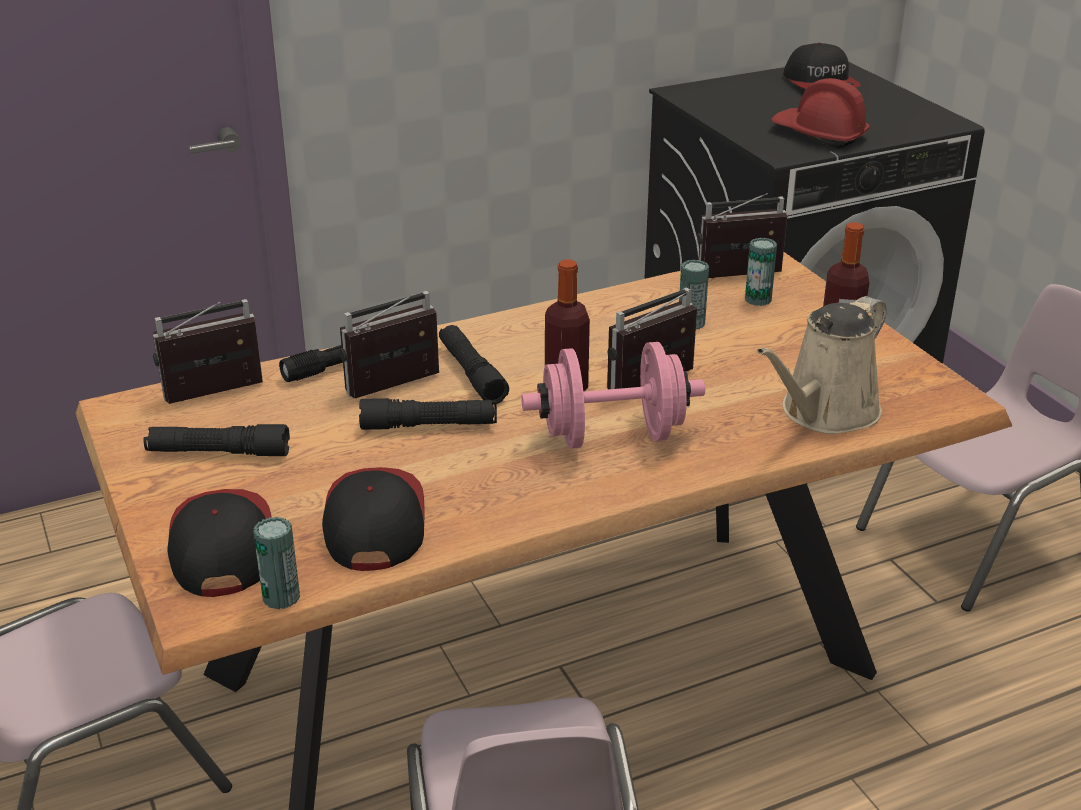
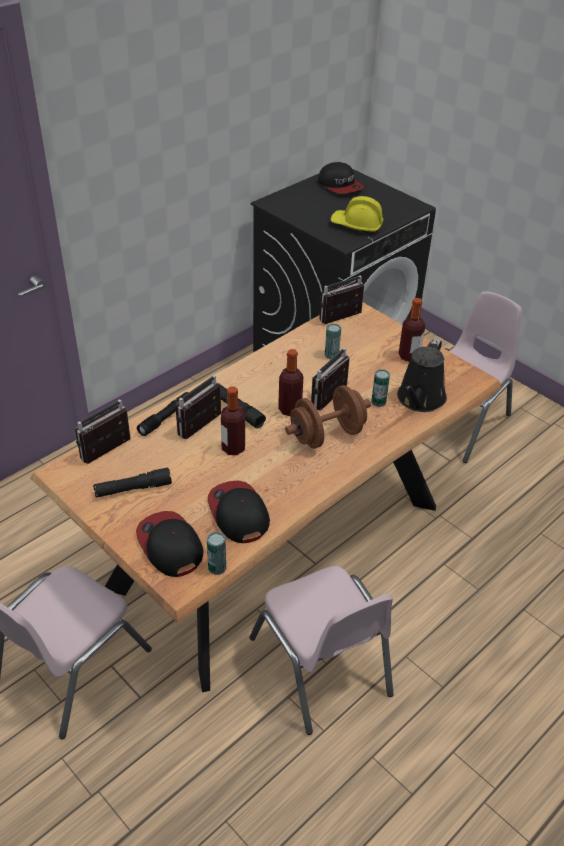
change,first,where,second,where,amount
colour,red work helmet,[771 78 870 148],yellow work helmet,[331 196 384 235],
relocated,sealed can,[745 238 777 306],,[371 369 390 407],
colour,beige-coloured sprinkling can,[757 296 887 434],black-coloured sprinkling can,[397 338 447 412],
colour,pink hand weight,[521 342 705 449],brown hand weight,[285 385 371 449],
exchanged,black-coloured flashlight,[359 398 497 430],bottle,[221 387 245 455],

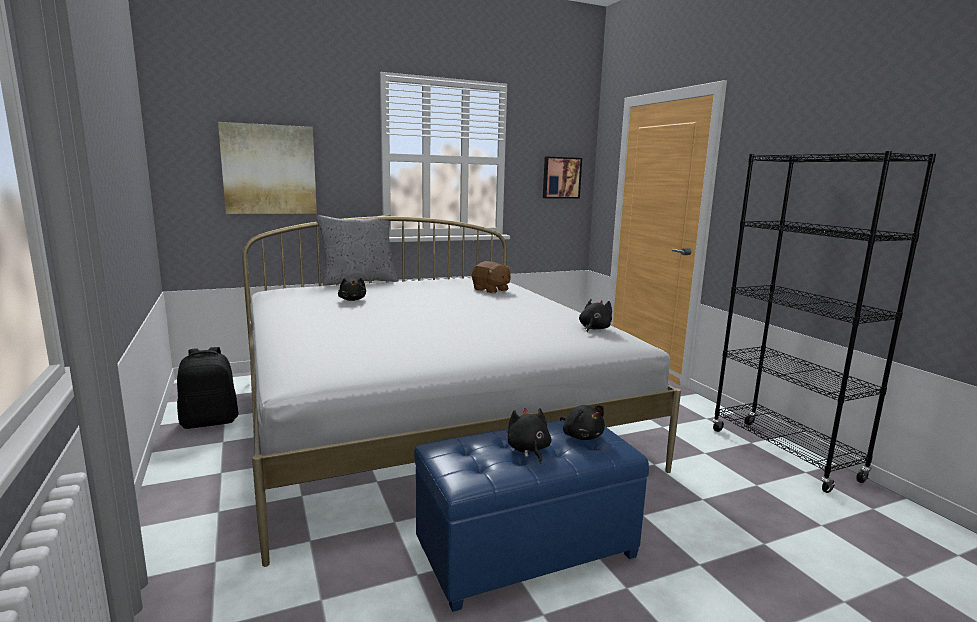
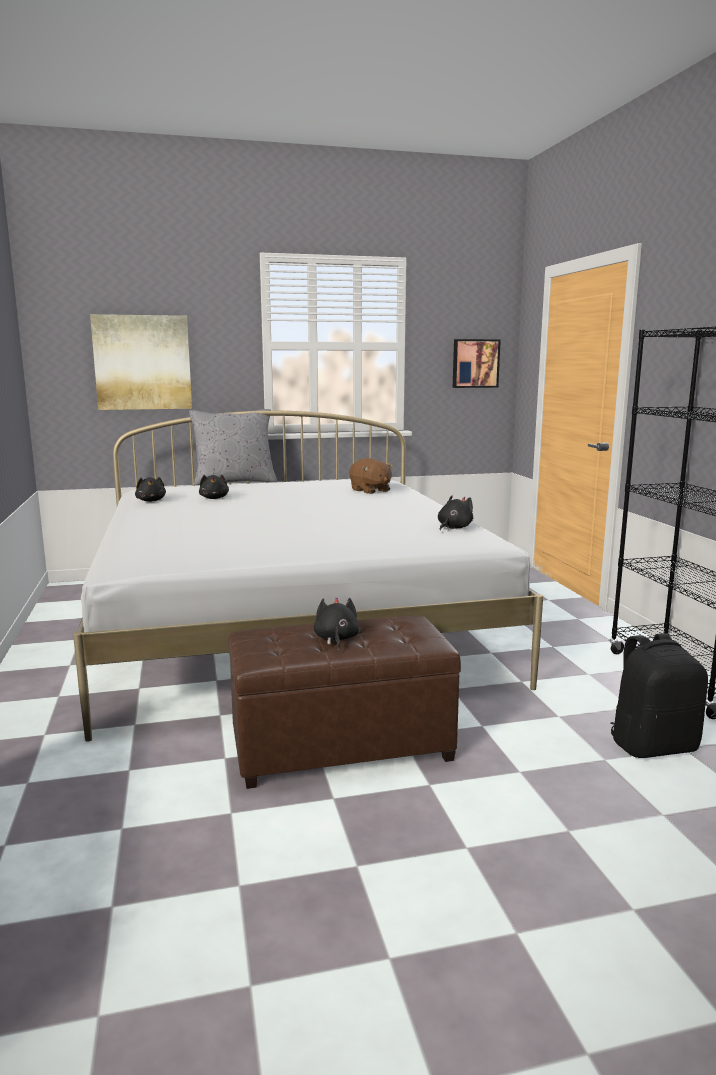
change,first,where,second,where,amount
relocated,black-coloured knapsack,[177 347 239 429],,[611 633 708 758],
relocated,black-coloured cuddly toy,[560 405 605 440],,[135 477 166 502],
colour,bluish ottoman,[414 420 649 612],brown ottoman,[228 616 461 789],

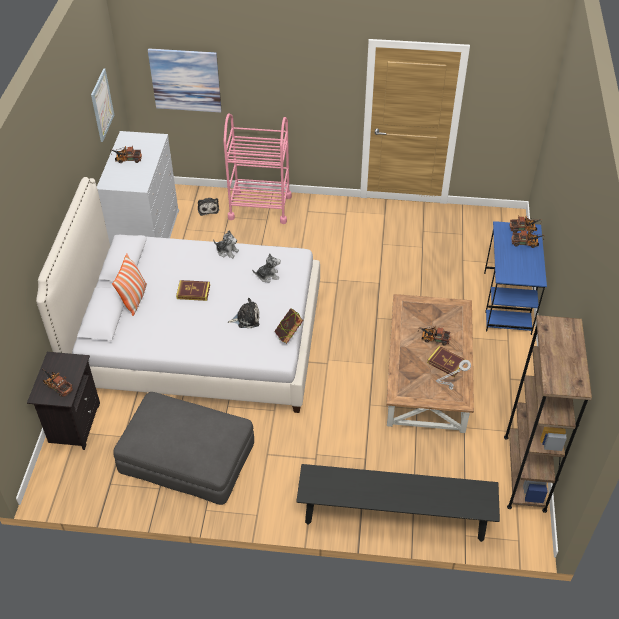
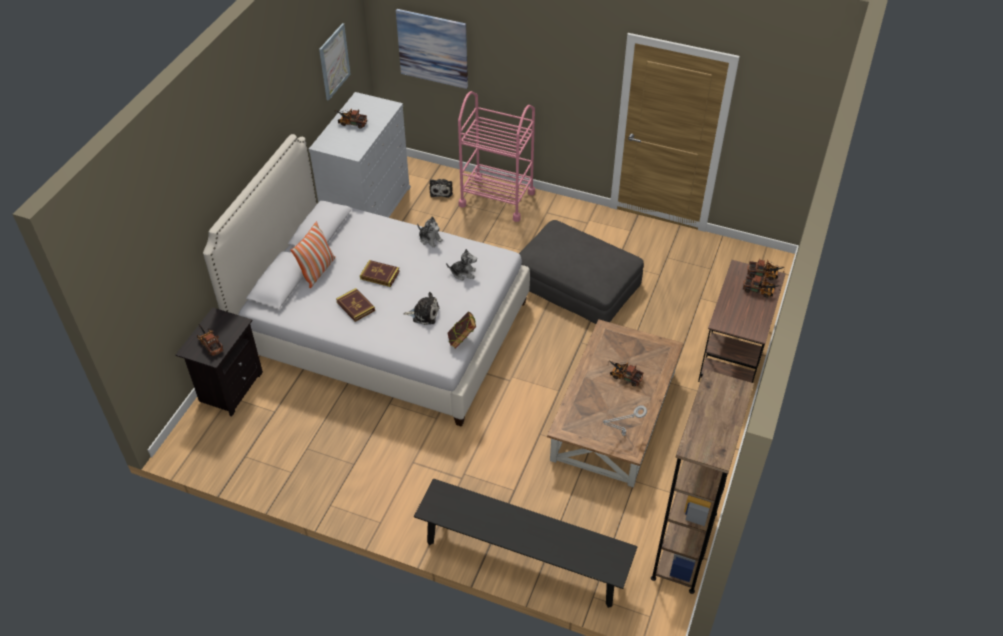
change,first,where,second,where,amount
colour,bluish desk,[484 221 547 335],brown desk,[698 260 786 383],
relocated,book,[427 346 465 377],,[336 288 375 322],
relocated,grey ottoman,[113 392 254 505],,[519 220 644 324],

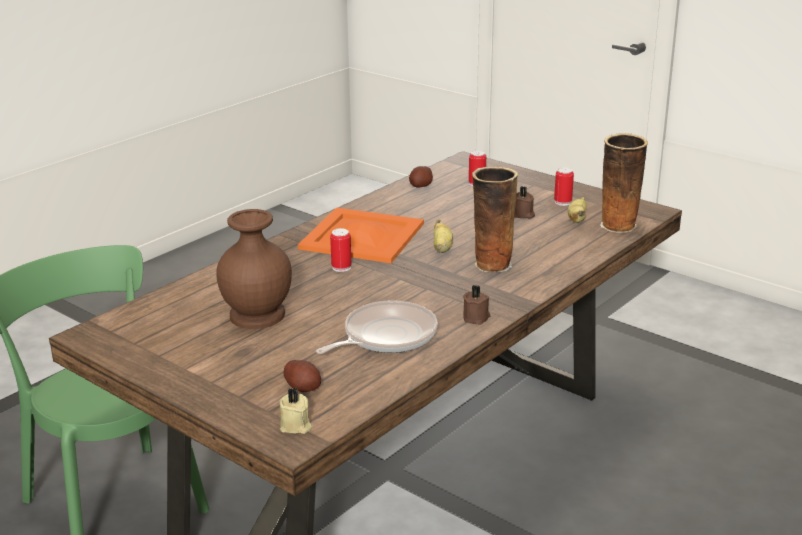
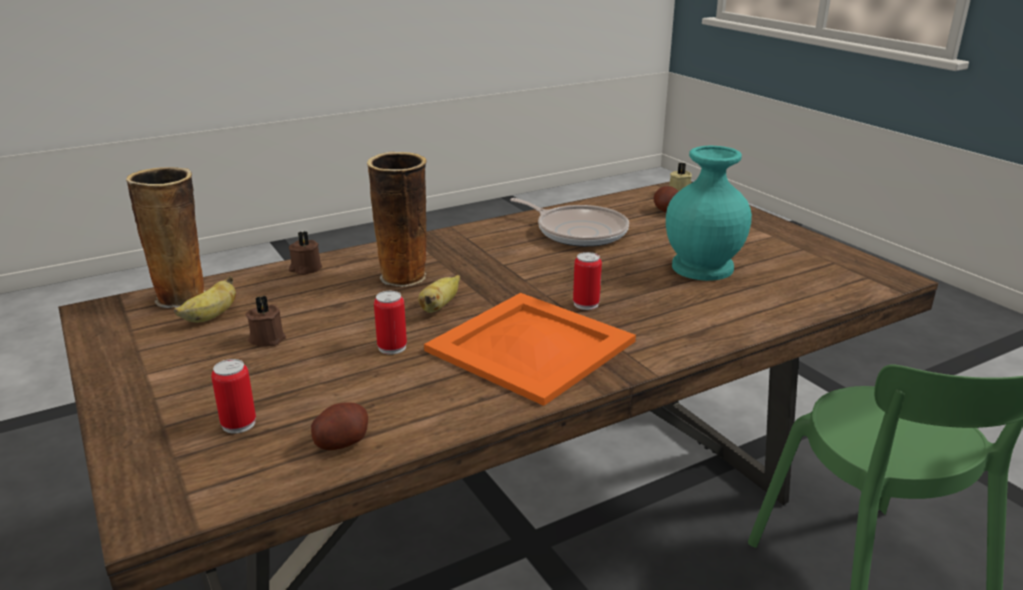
change,first,where,second,where,amount
relocated,sealed can,[554 167 574 206],,[374 291 407 355],
colour,brown vase,[216 209 292 329],turquoise vase,[666 145 752 281],
relocated,brown wax light,[463 285 491 325],,[289 231 322 275],
spun,frying pan,[316 300 438 354],,[510 198 629 247],120 degrees counterclockwise

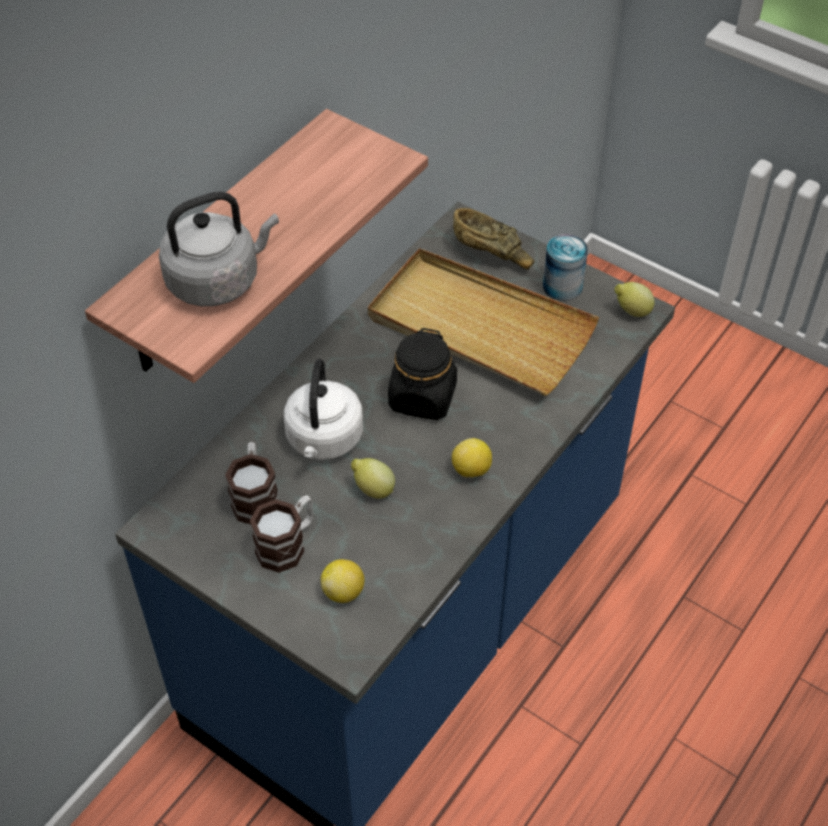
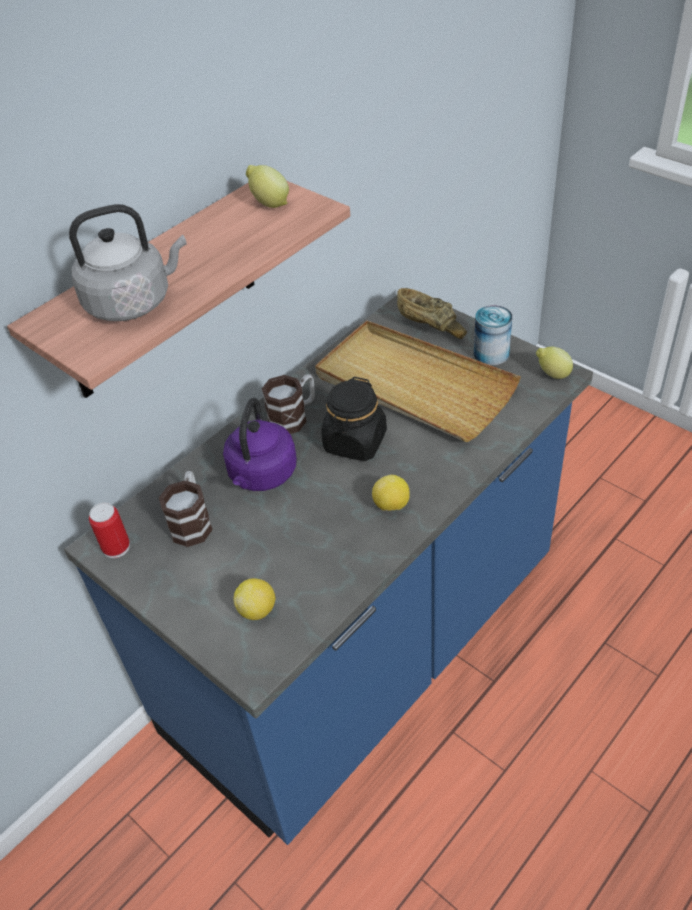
change,first,where,second,where,amount
colour,white tea kettle,[284 359 363 460],purple tea kettle,[223 398 297 491],
relocated,citrus fruit,[351 458 395 499],,[246 165 289 208],
relocated,mug,[250 495 313 573],,[262 374 315 434],
appeared,,,sealed can,[89 503 130 558],

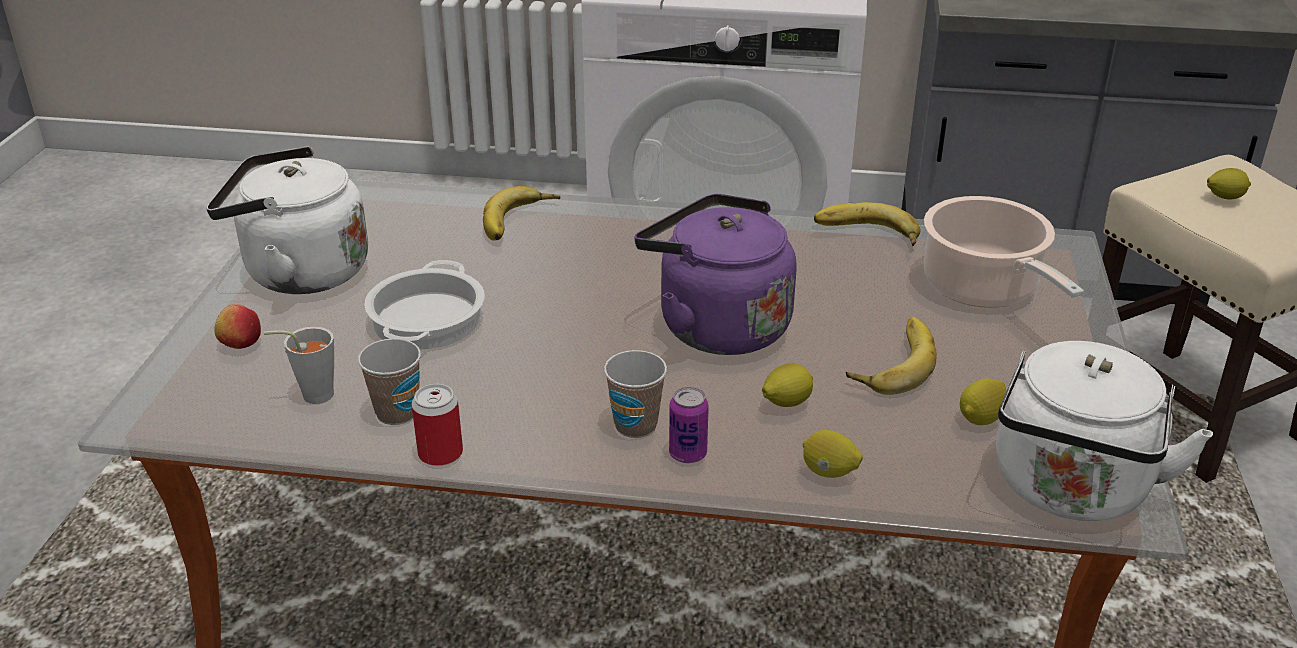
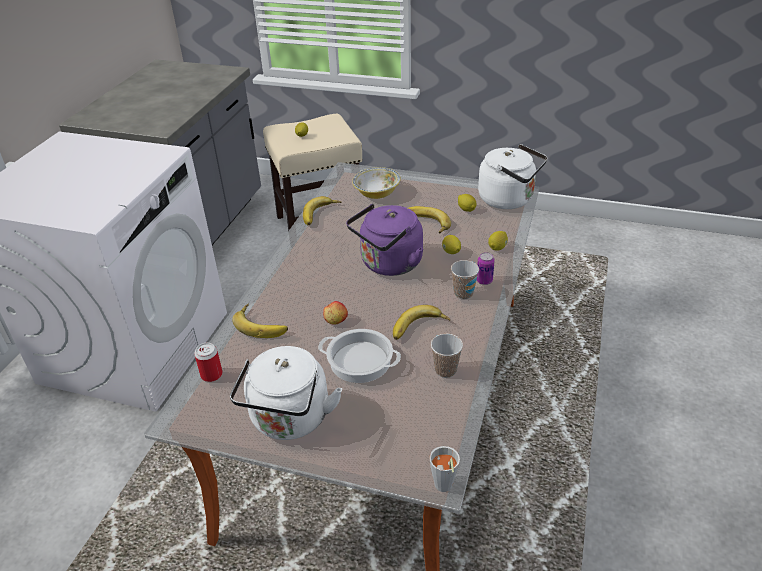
change,first,where,second,where,amount
exchanged,stockpot,[924 196 1084 308],deep dish,[352 167 401 199],
relocated,whole apple,[214 304 261 349],,[323 301 348 325],
relocated,grey small cup,[264 326 334 404],,[429 446 460 492],
relocated,sealed can,[412 384 463 466],,[194 343 223 382],
appeared,,,banana,[393 305 450 340],

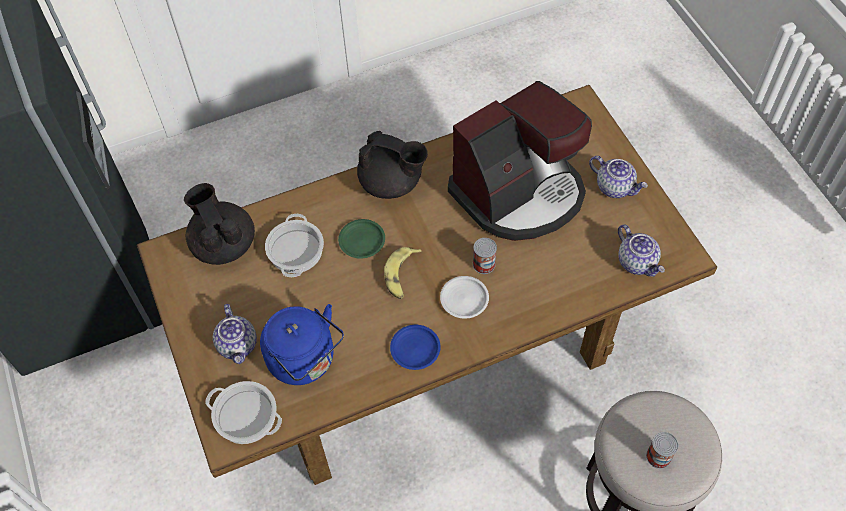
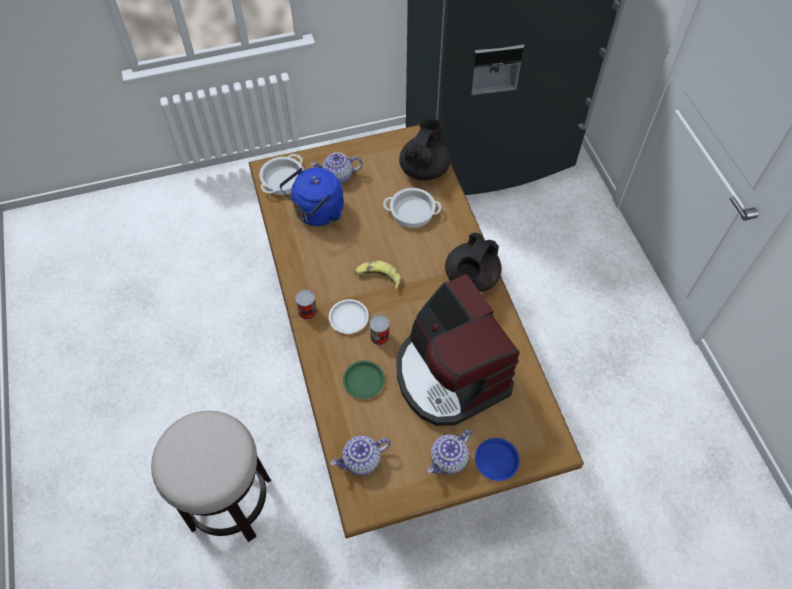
change,first,where,second,where,amount
spun,black-coloured tea pot,[184 183 255 265],,[399 119 451 181],45 degrees counterclockwise
relocated,green-coloured flat dish,[338 219 385 259],,[343 360 385 399],
relocated,bluish flat dish,[390 325 441 370],,[475 438 520 481],
relocated,sealed can,[646 432 678 469],,[295 289 317 320],

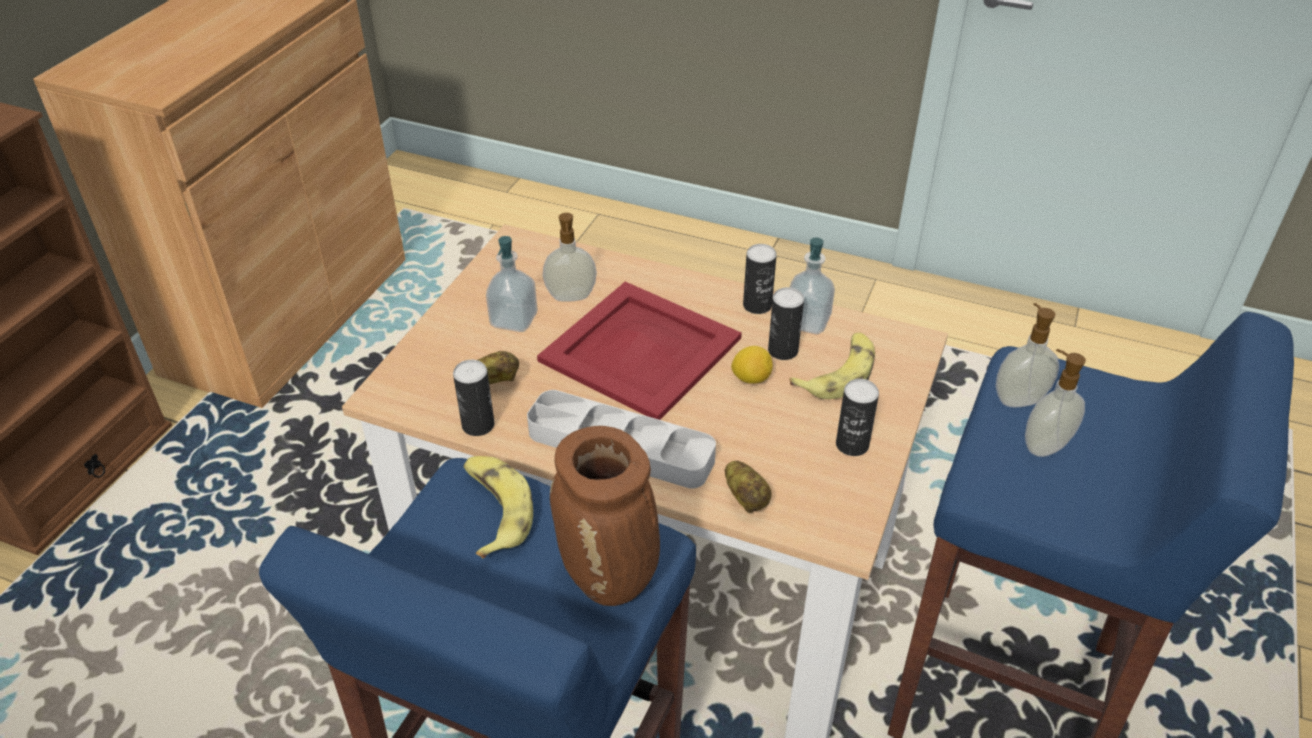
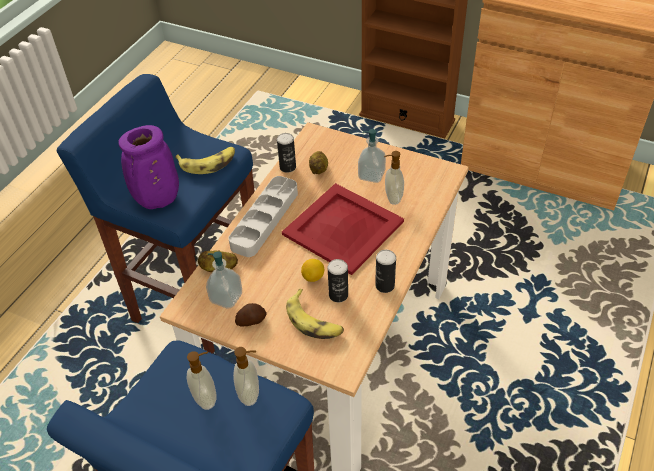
change,first,where,second,where,amount
relocated,soap dispenser,[790 238 835 334],,[206 251 242 308],
exchanged,sealed can,[836 379 879 456],potato,[235 303 267 326],
colour,brown vase,[550 426 660 606],purple vase,[118 125 179 209],

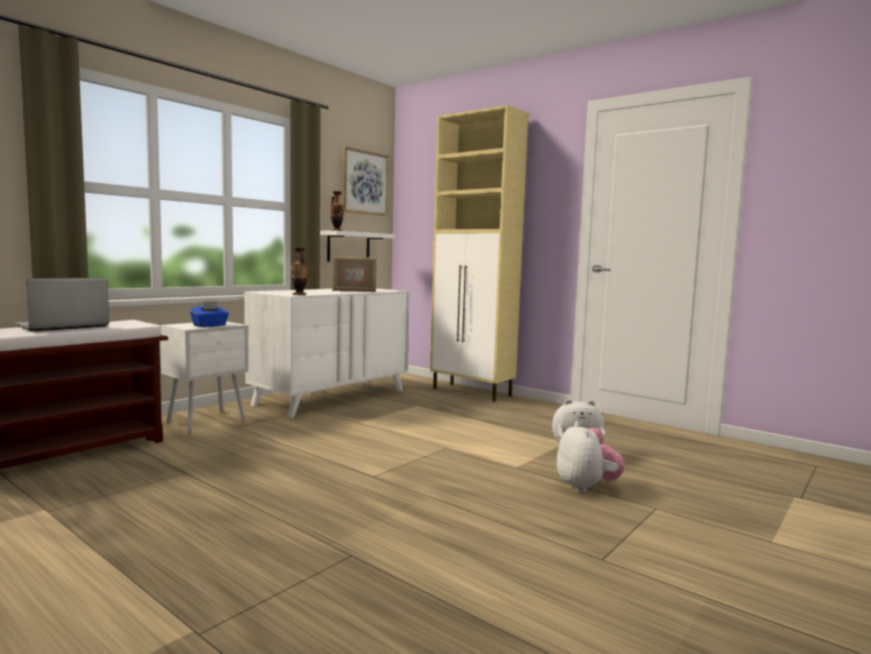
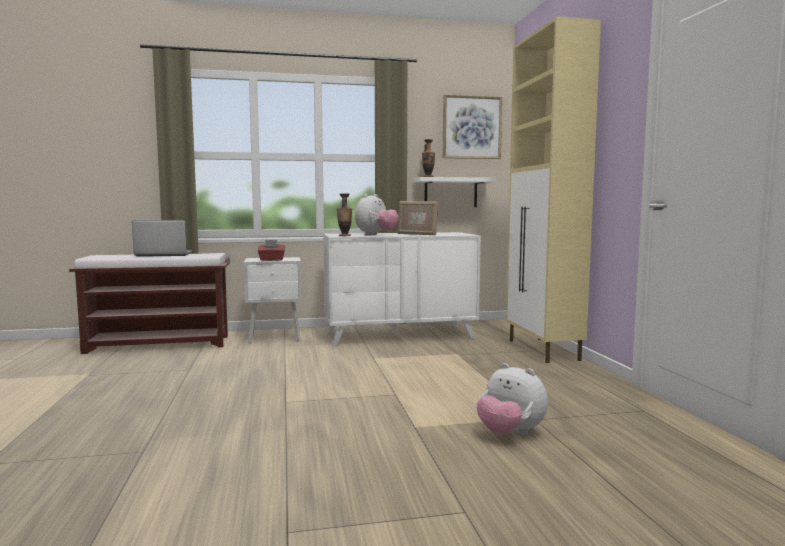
change,first,where,second,where,amount
colour,bluish box of tissues,[190 301 229 327],red box of tissues,[258 240 285 261],
relocated,cuddly toy,[557 421 624 493],,[355 194 398 236],

